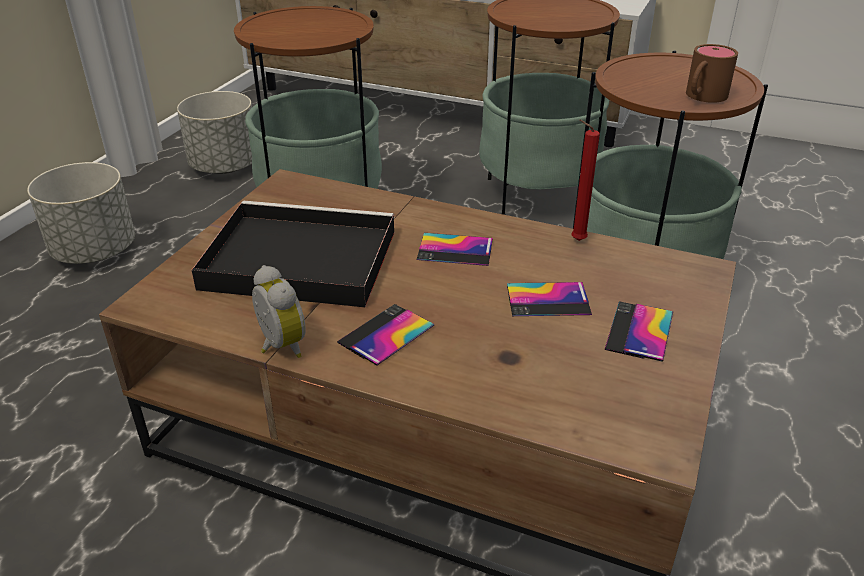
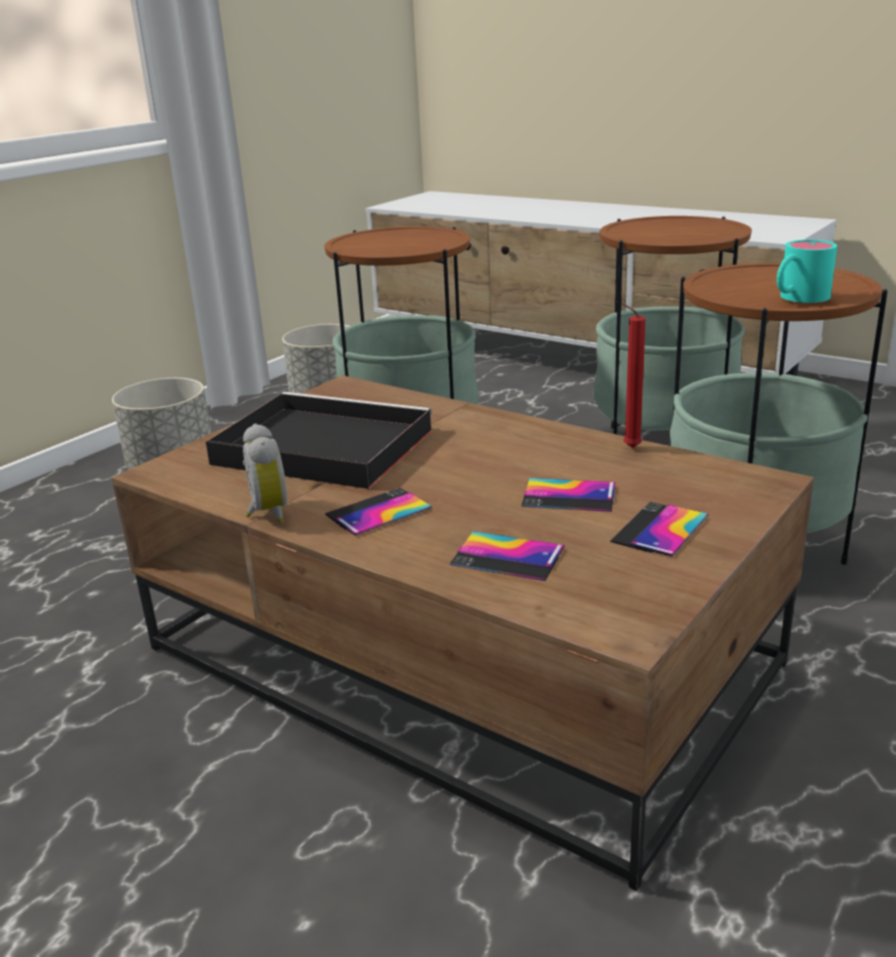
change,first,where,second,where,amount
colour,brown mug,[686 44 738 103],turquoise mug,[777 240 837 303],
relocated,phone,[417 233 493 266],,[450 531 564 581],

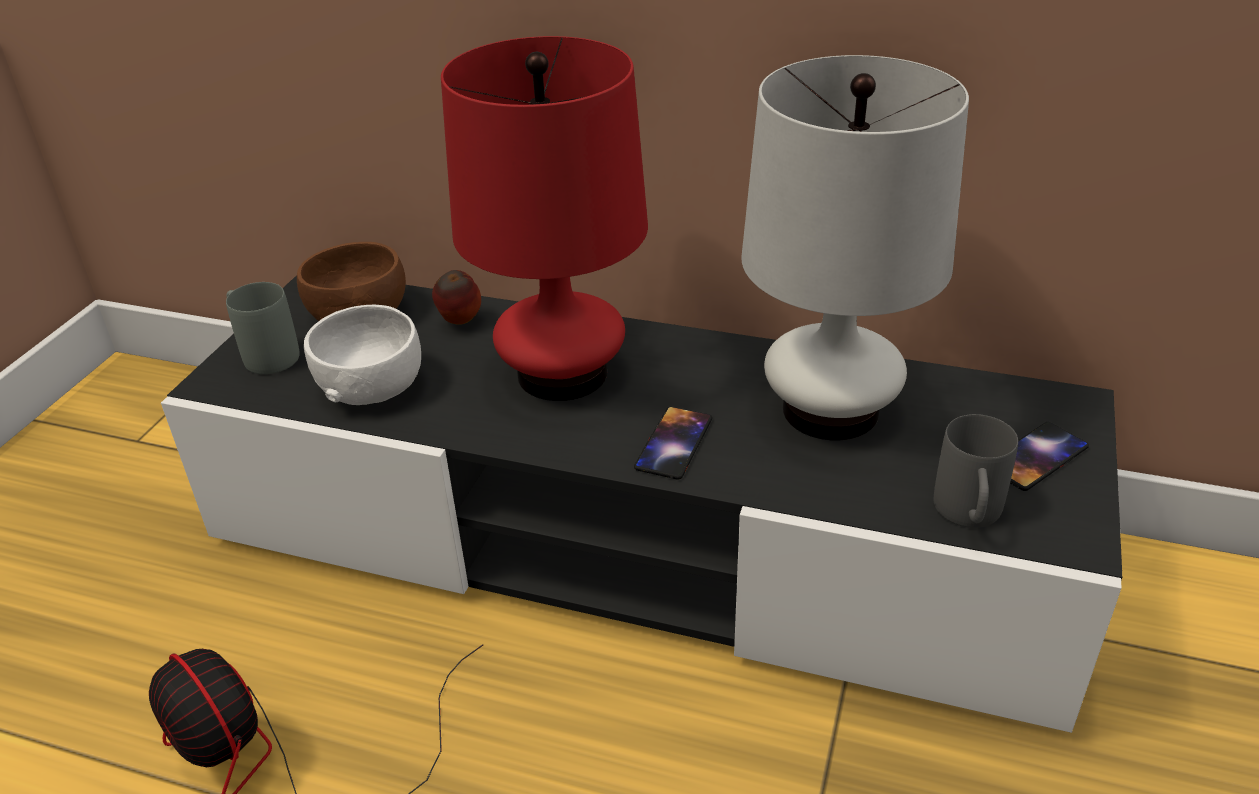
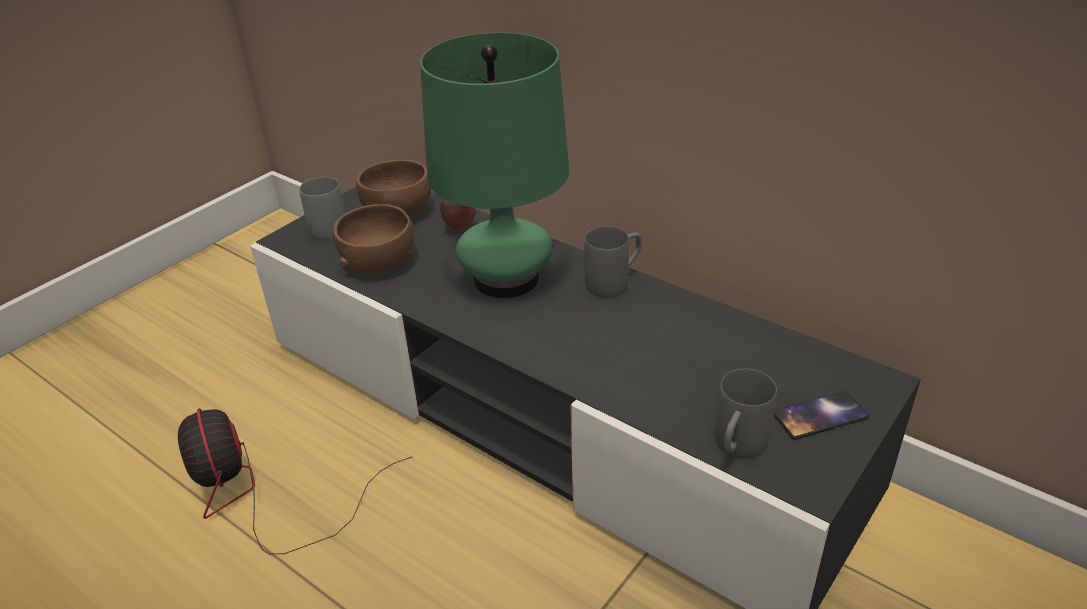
change,first,where,second,where,amount
colour,red lamp for a table,[441 36 648 401],green-coloured lamp for a table,[420 32 569 298],
missing,white lamp for a table,[741 55 969 440],,,
colour,white deep dish,[304 305 421 405],brown deep dish,[333 204 414 273],
missing,phone,[634 407 712 480],,,
appeared,,,grey mug,[584 226 641 297],

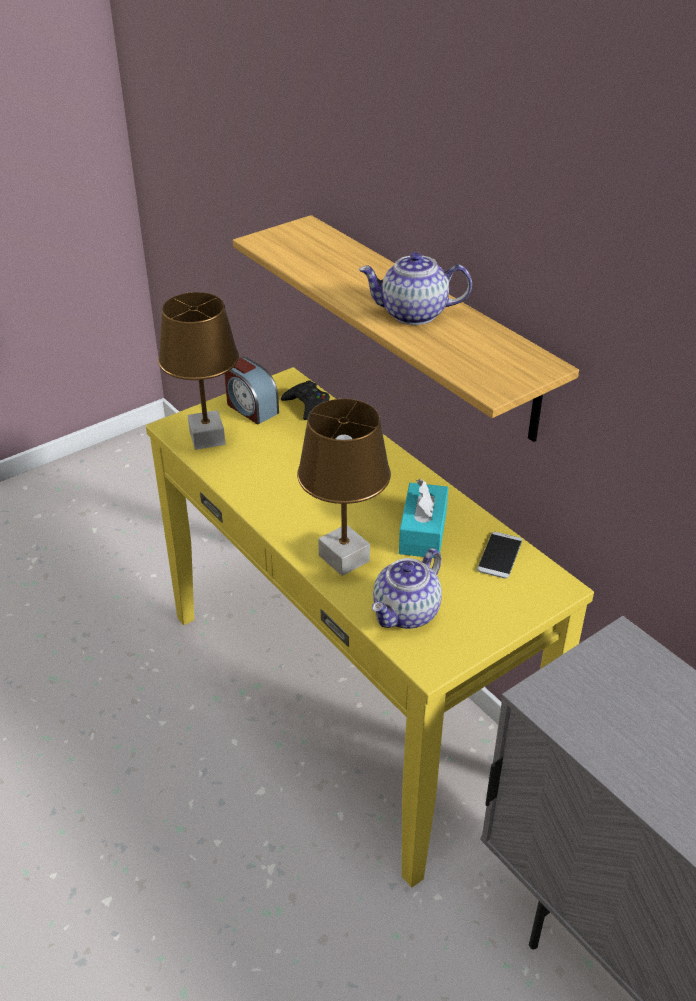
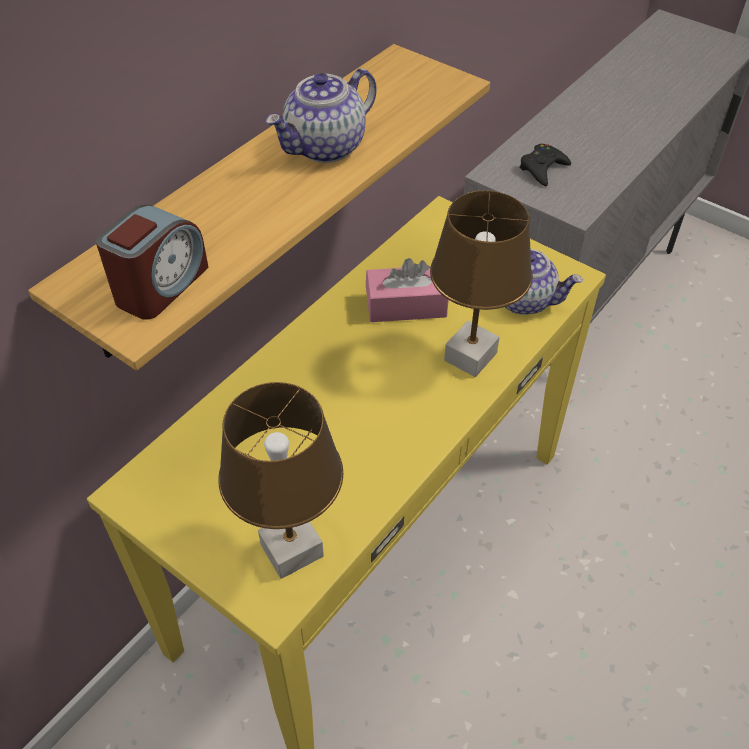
change,first,where,second,where,amount
spun,tea pot,[359 252 472 325],,[265 68 377 163],60 degrees clockwise
relocated,alarm clock,[225 357 279 425],,[96 204 209 320],
relocated,black-coloured joypad,[281 380 330 420],,[519 144 571 186],
colour,turquoise box of tissues,[399 479 448 558],pink box of tissues,[366 258 449 322],
missing,phone,[477 532 522 579],,,

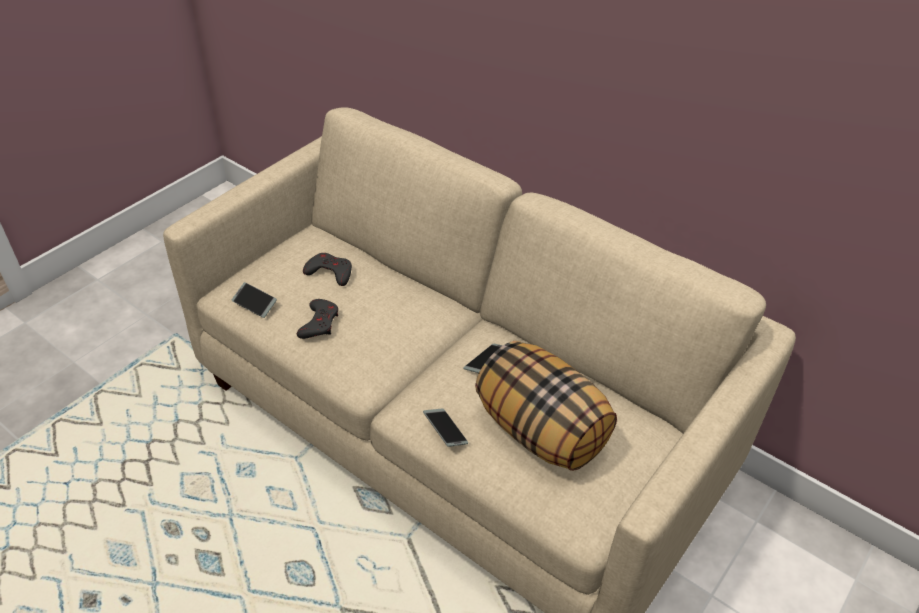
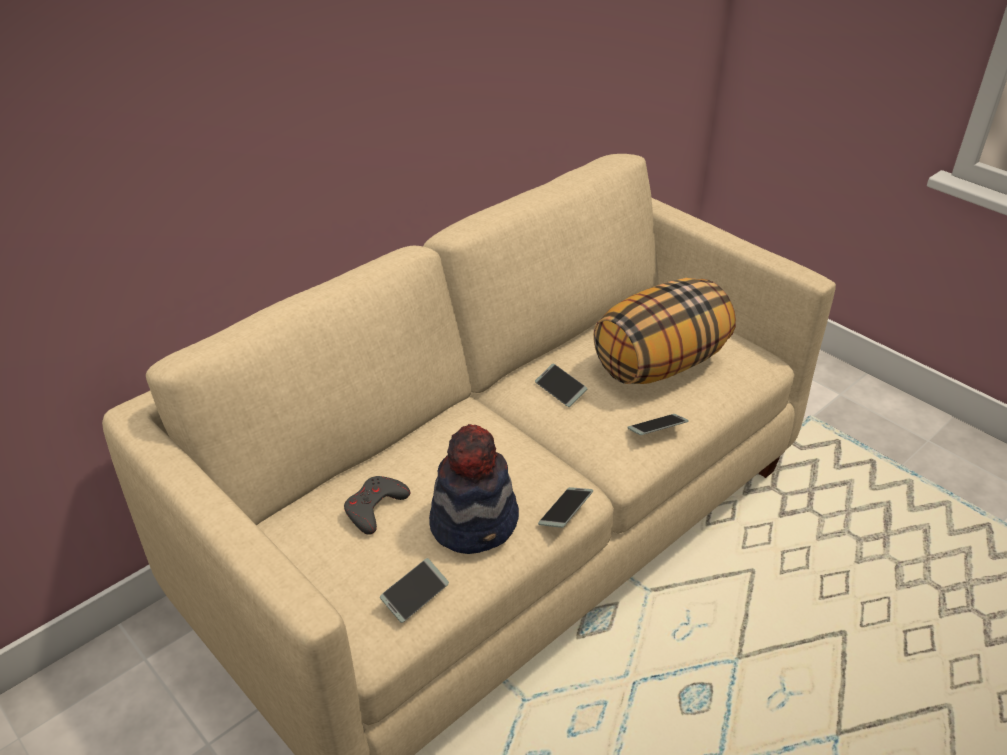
change,first,where,second,where,amount
exchanged,grey joypad,[297 299 338 339],hat,[429 424 519 554],
appeared,,,phone,[538 487 593 528],

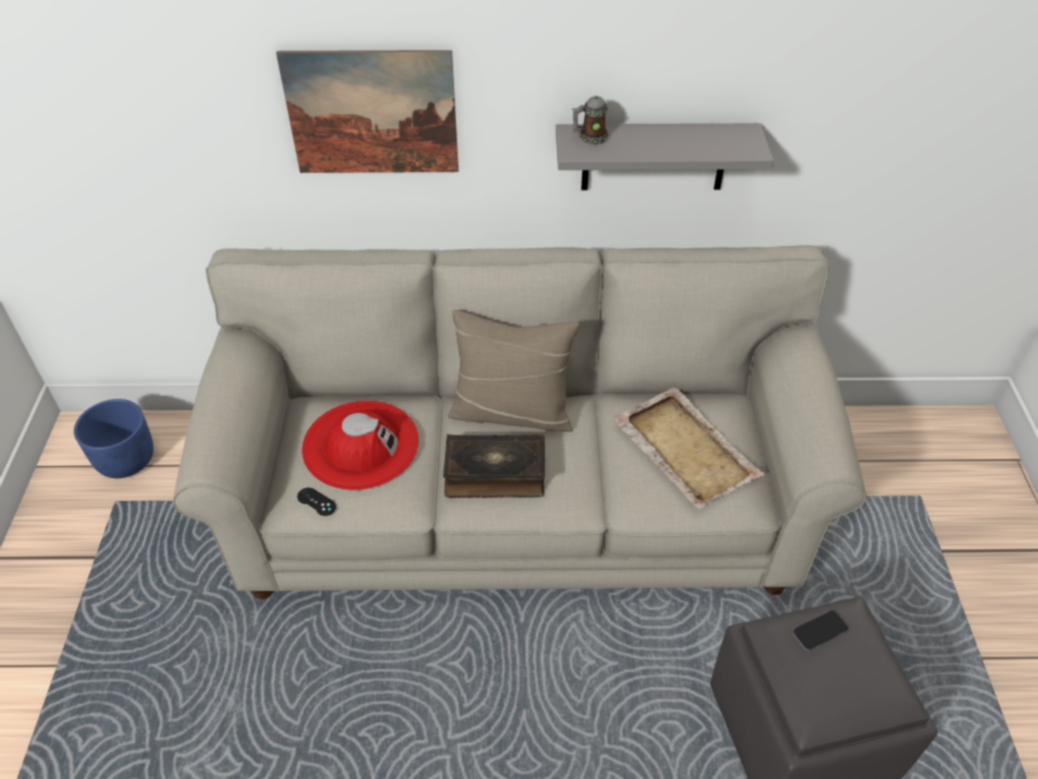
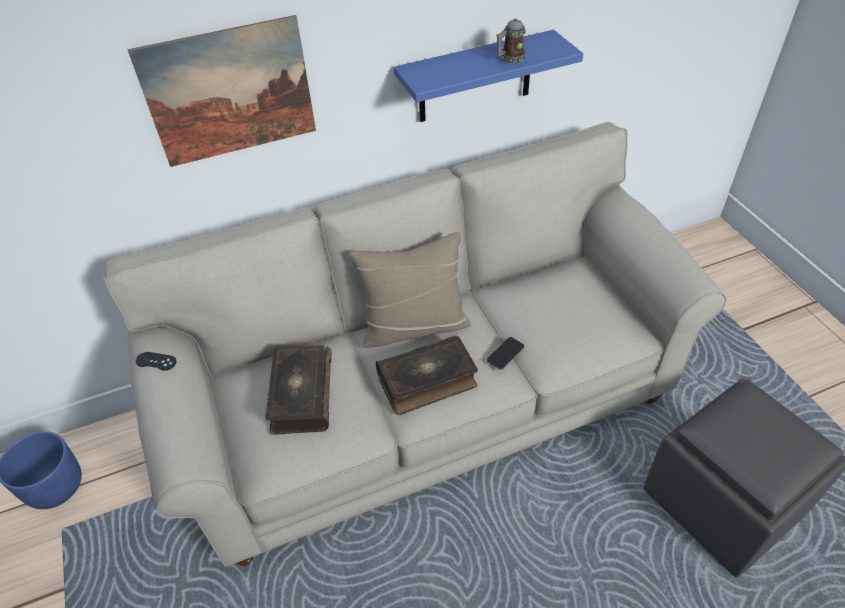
change,first,where,second,where,amount
relocated,mug,[572 95 609 145],,[496 18 526 63],
colour,grey bracket shelf,[556 123 774 190],bluish bracket shelf,[394 30 583 122],
missing,beige-coloured carrying tray,[612 387 764 509],,,
exchanged,red hat,[302 400 419 490],book,[265 345 332 435],
relocated,black-coloured joypad,[297 488 336 516],,[136 352 176 371],
relocated,phone,[792 610 848 651],,[487 337 524 370],

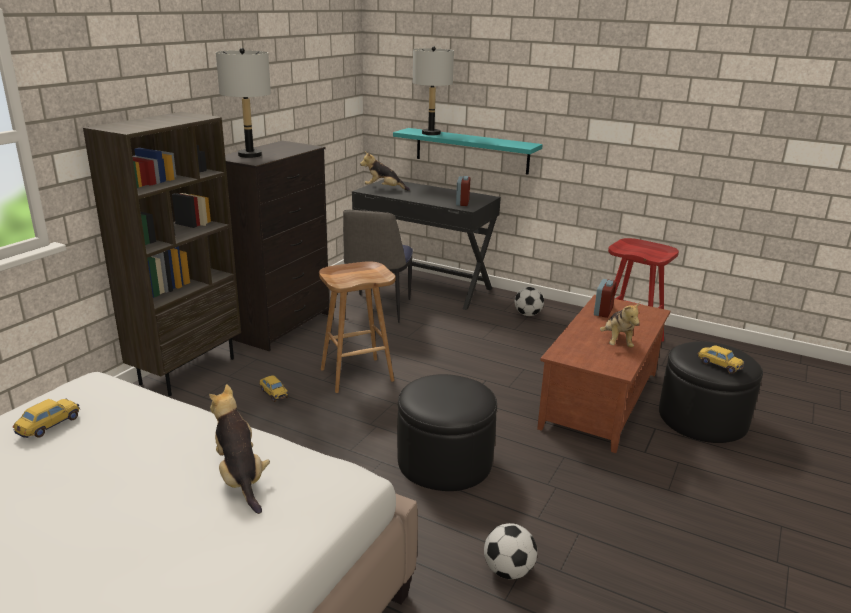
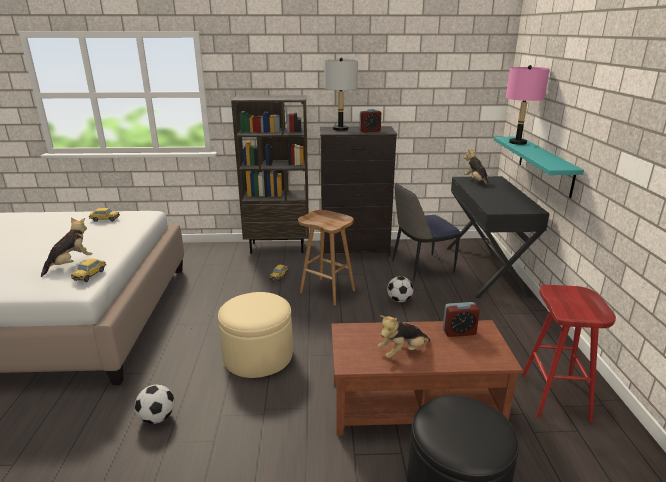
change,first,where,second,where,amount
colour,grey lamp for a table,[413 46 454 135],pink lamp for a table,[506 65 550 145],
relocated,alarm clock,[456 176 470 206],,[359 109 381 133],
relocated,football ball,[515 287 544 316],,[387 276 413 302],
relocated,toy car,[697 345 745 374],,[71 259 107 282],
colour,black-coloured ottoman,[397 374 497 491],beige-coloured ottoman,[218 292 293 378],

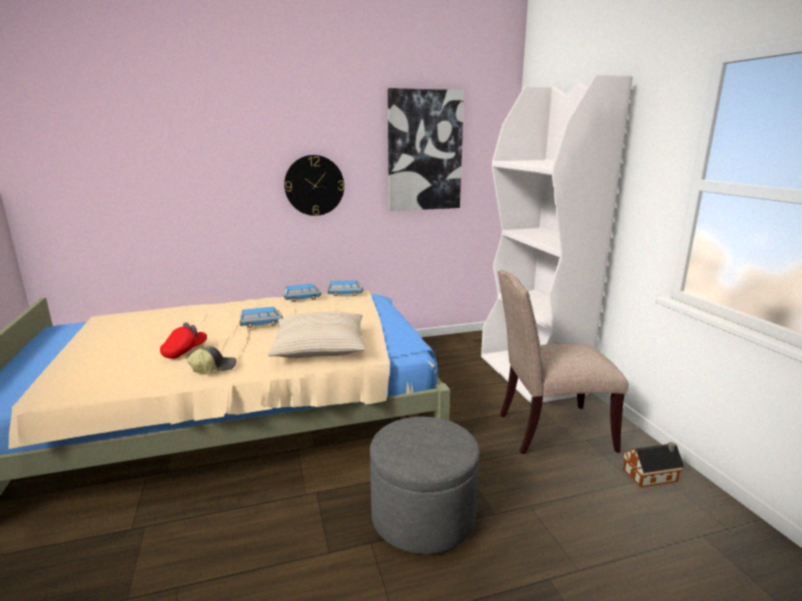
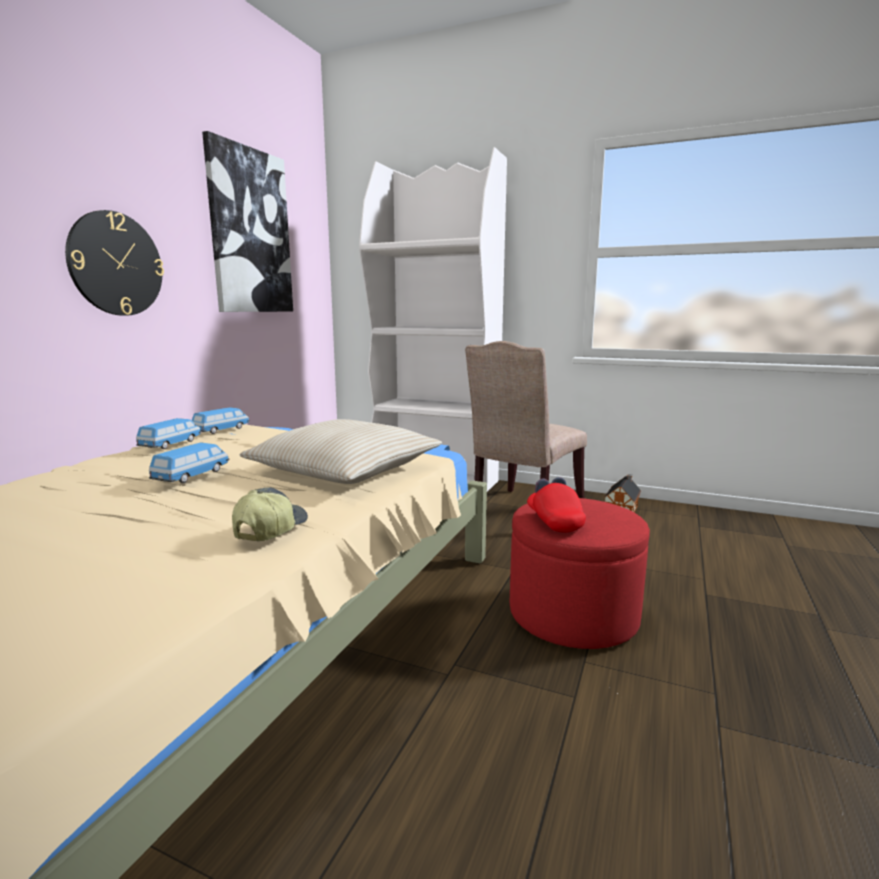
change,first,where,second,where,amount
relocated,red peaked cap,[160 322 207 359],,[527 477 586 532],
colour,grey ottoman,[370 417 480 554],red ottoman,[510 498 650 649],

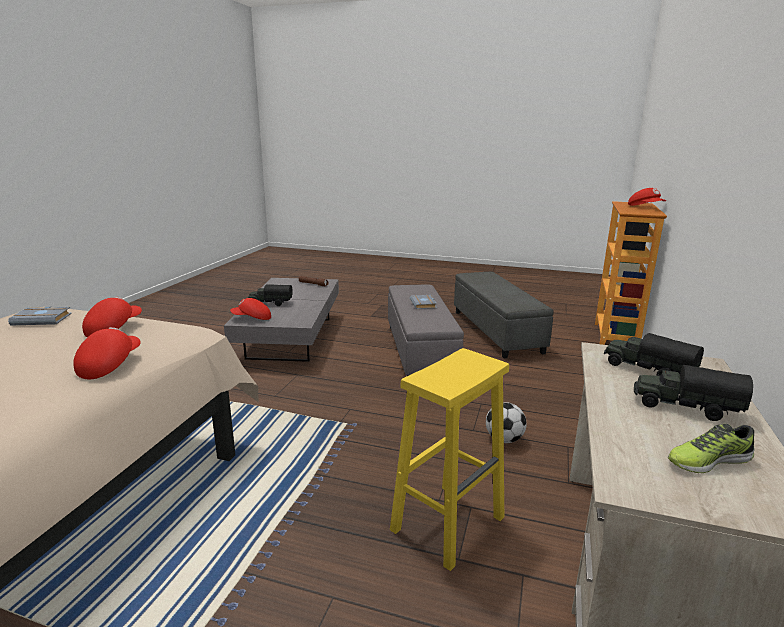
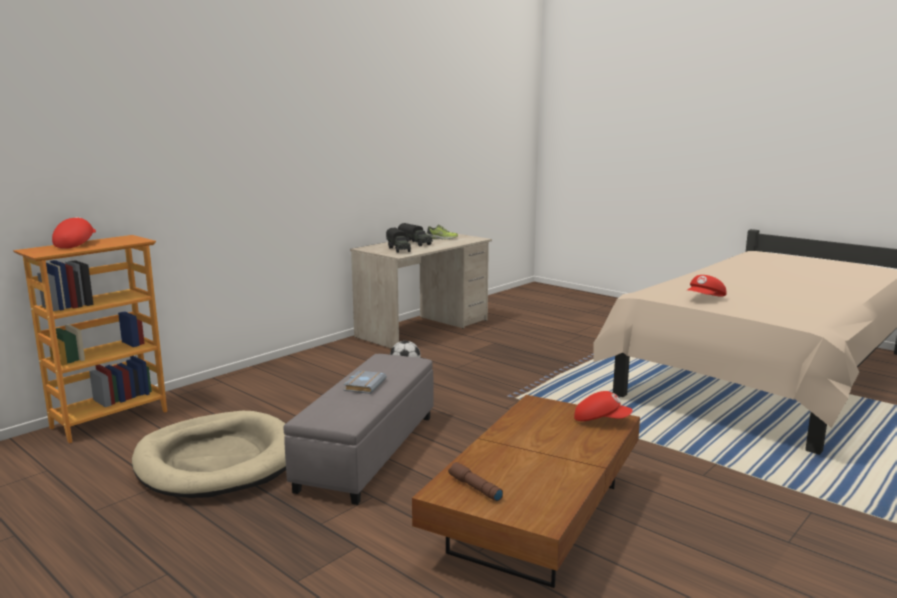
change,first,where,second,where,amount
exchanged,grey ottoman,[454 272 554 358],beige-coloured dog bed,[132 411 286 498],
colour,grey low table,[224 278 339 362],brown low table,[412 395 640 588],
missing,toy truck,[248 284 293 306],,,
missing,grey book,[8 306 72 325],,,
missing,red peaked cap,[73 327 141 379],,,
missing,yellow sitting stool,[390 348 509 571],,,

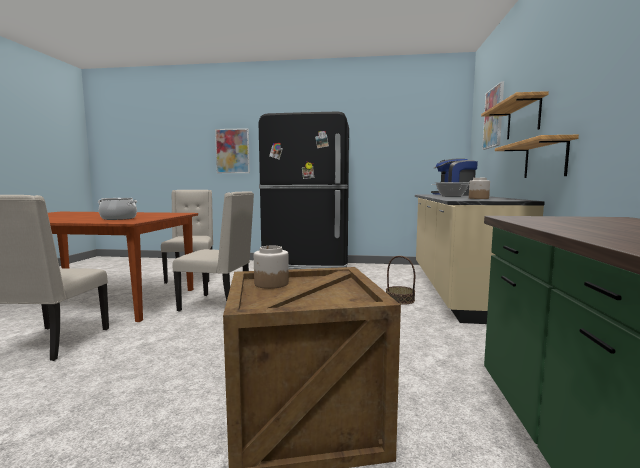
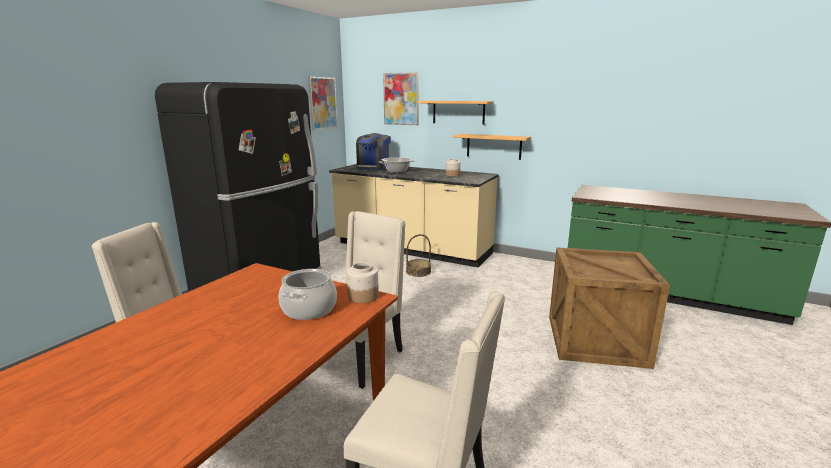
change,first,where,second,where,amount
relocated,picture,[215 128 250 173],,[308 77 338 130],
relocated,jar,[254 246 289 289],,[347 262 379 303],

